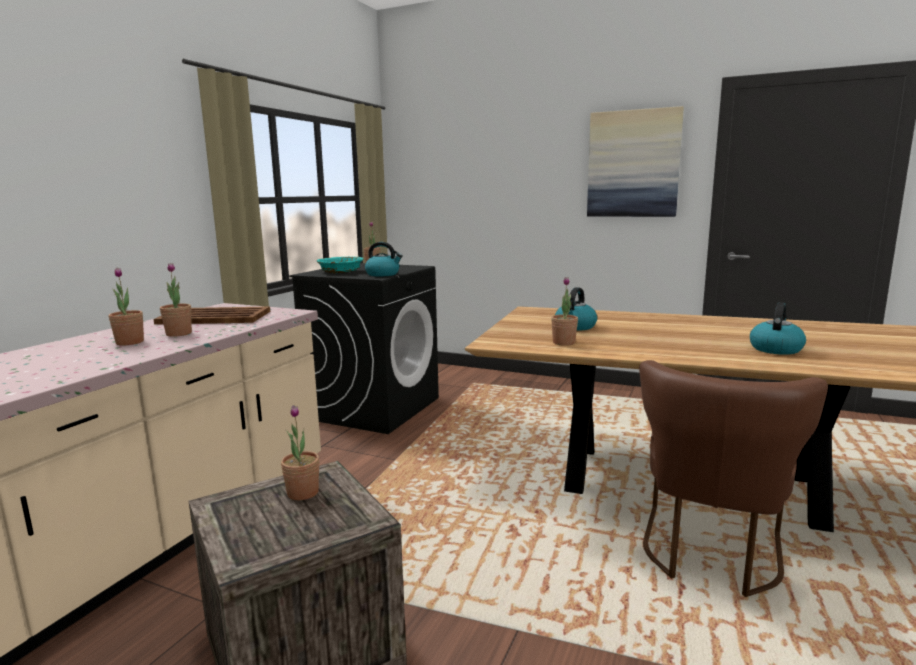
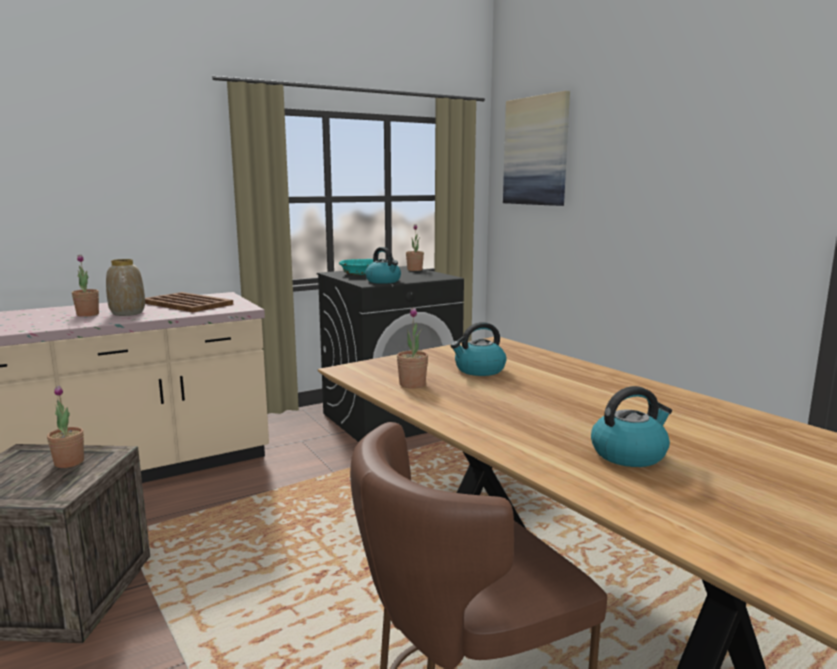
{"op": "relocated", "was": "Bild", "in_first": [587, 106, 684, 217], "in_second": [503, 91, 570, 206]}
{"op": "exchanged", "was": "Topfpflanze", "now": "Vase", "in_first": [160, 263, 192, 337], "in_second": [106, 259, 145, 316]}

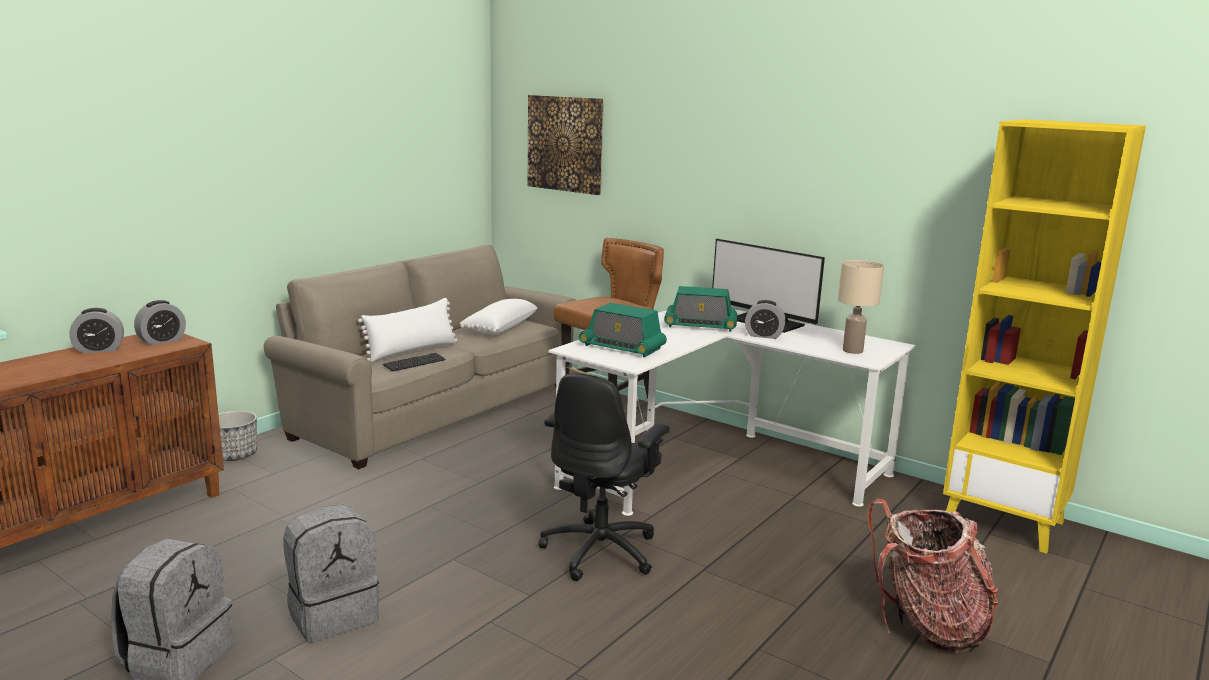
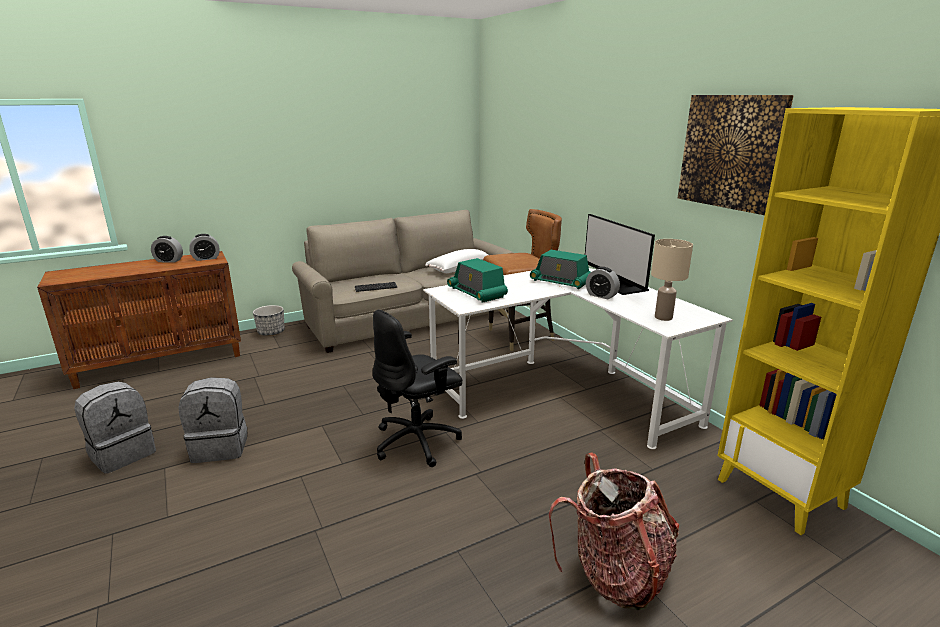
{"op": "missing", "was": "Kissen/weiß", "in_first": [358, 298, 458, 362]}
{"op": "relocated", "was": "Bild", "in_first": [528, 95, 604, 195], "in_second": [678, 95, 794, 215]}

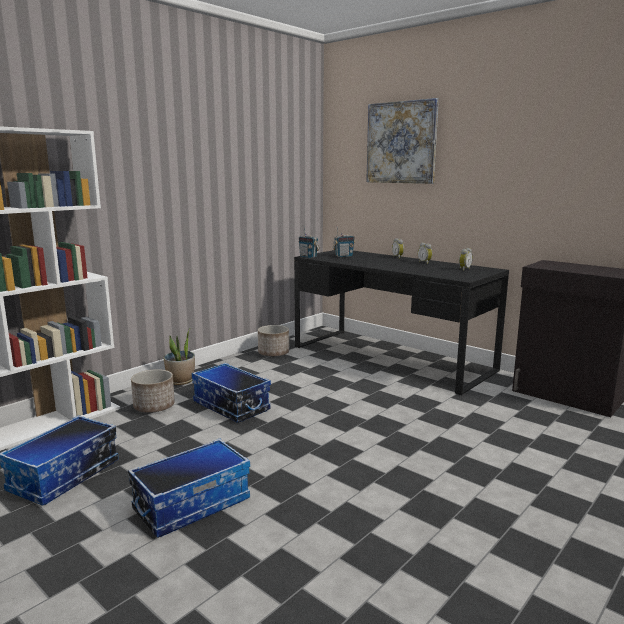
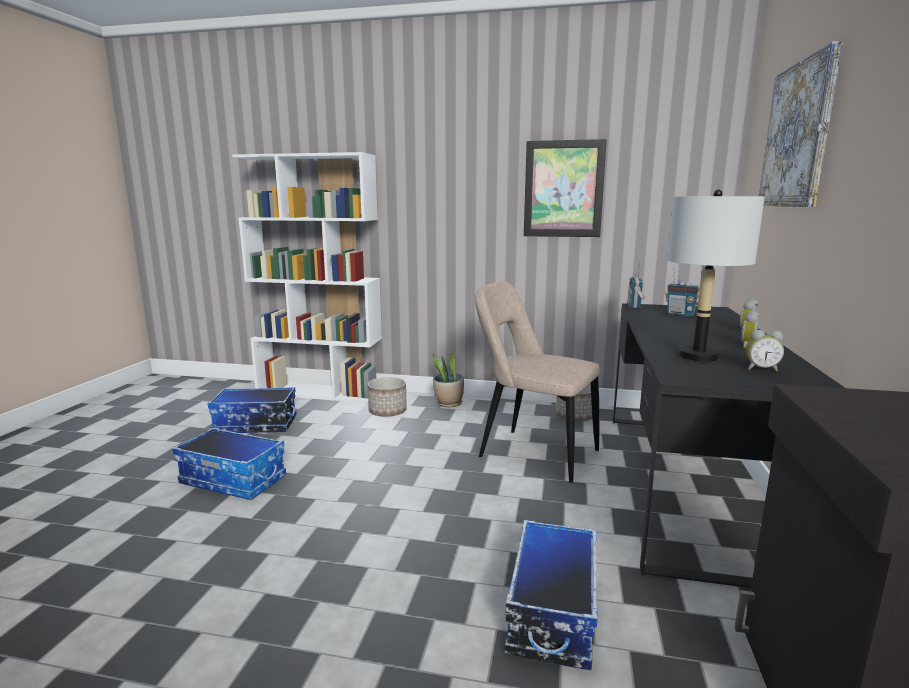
{"op": "appeared", "now": "Stuhl/beige", "in_second": [475, 282, 600, 483]}
{"op": "appeared", "now": "Bild", "in_second": [524, 139, 607, 237]}
{"op": "appeared", "now": "Tischlampe/grau", "in_second": [667, 189, 765, 362]}
{"op": "relocated", "was": "Aufbewahrungsbox", "in_first": [192, 363, 271, 422], "in_second": [505, 520, 598, 670]}

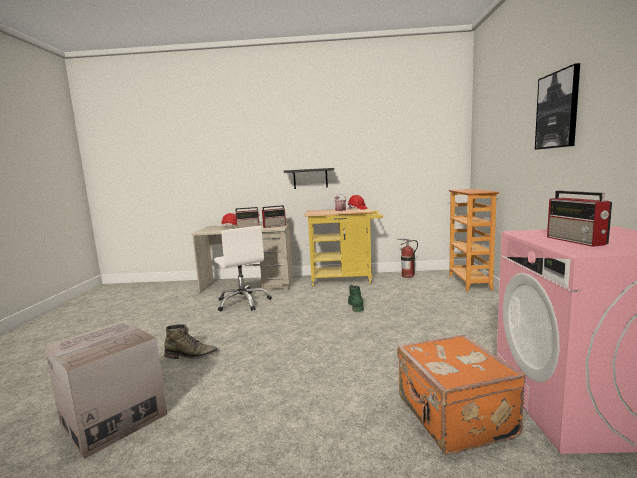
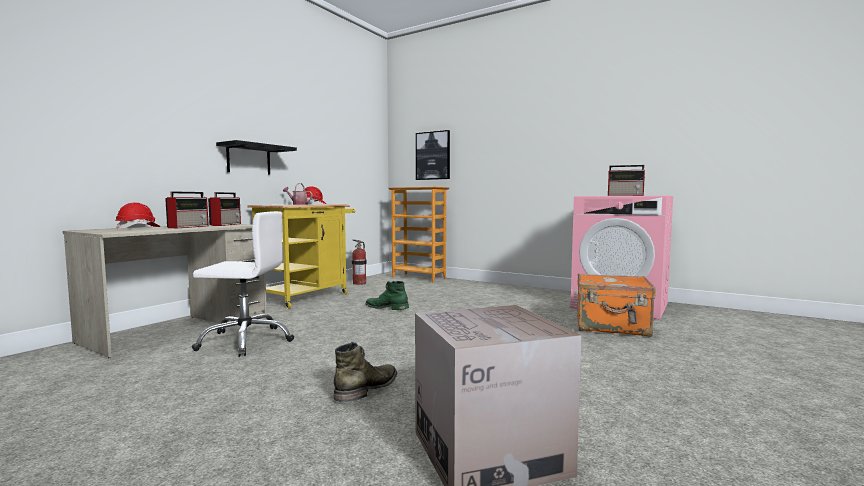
{"op": "relocated", "was": "Bild", "in_first": [535, 63, 580, 150], "in_second": [416, 130, 450, 180]}

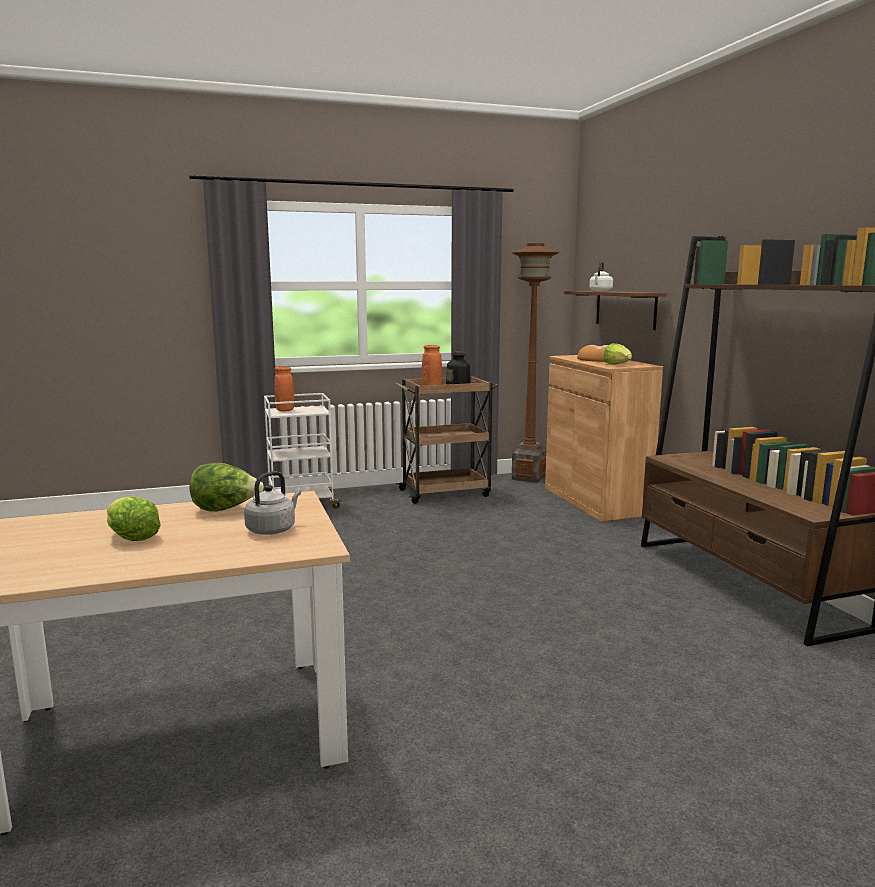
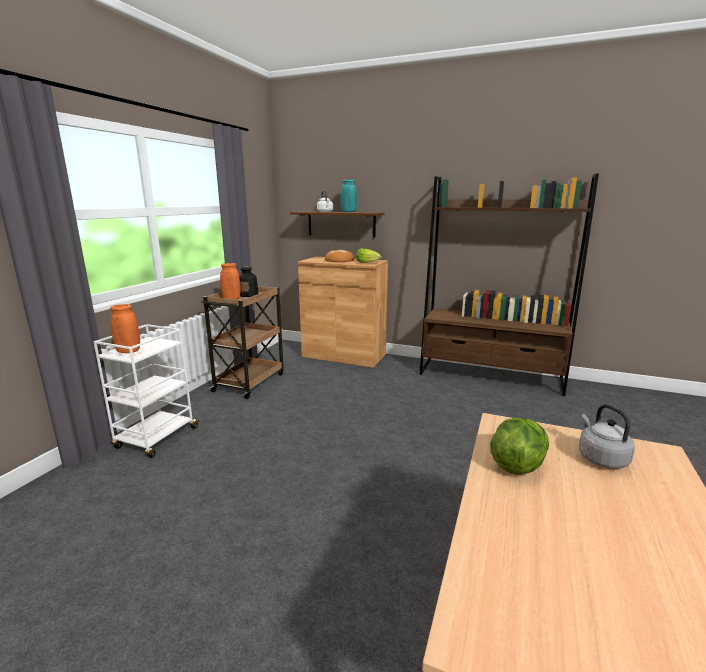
{"op": "missing", "was": "Salatkopf", "in_first": [107, 496, 161, 541]}
{"op": "missing", "was": "Stehlampe/braun", "in_first": [512, 243, 559, 483]}
{"op": "appeared", "now": "Vase/türkis", "in_second": [341, 180, 357, 212]}

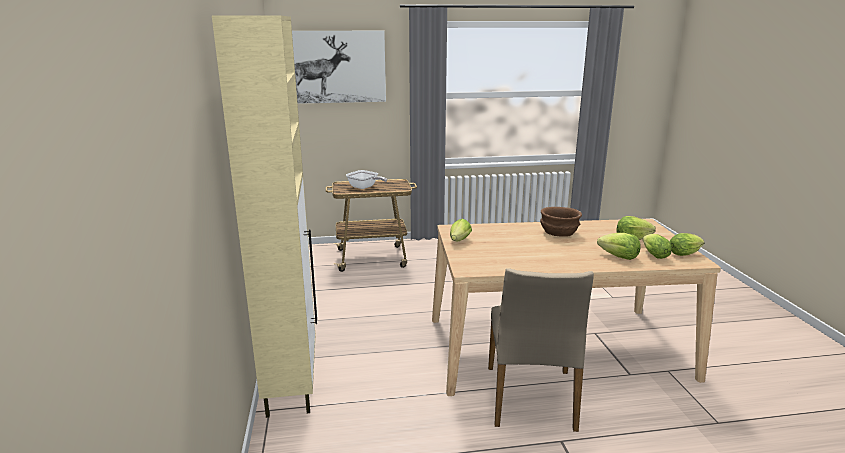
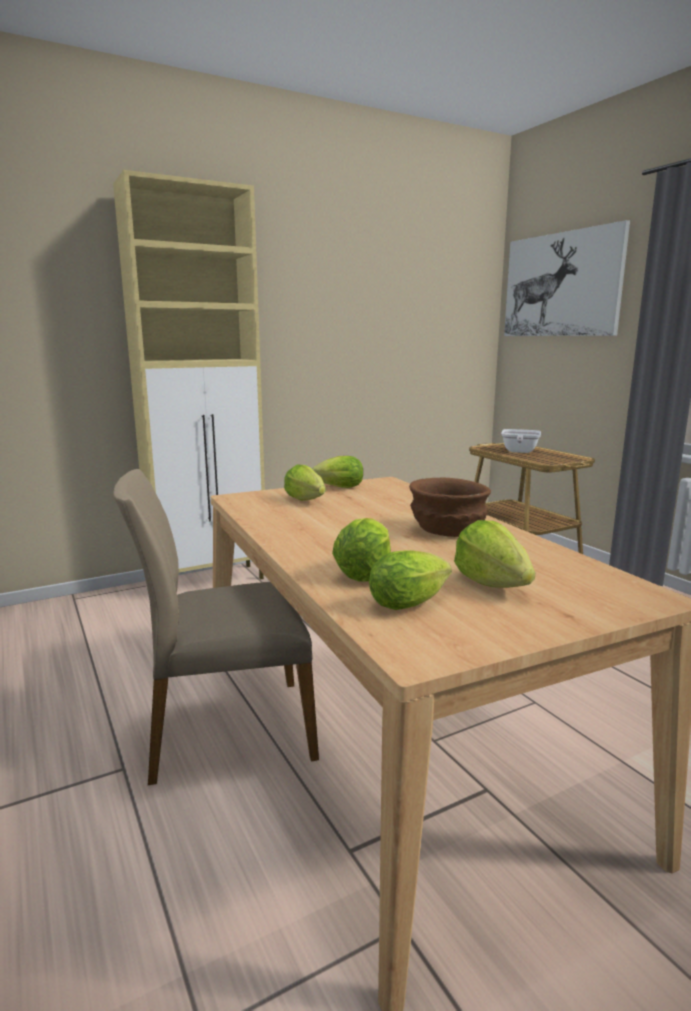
{"op": "relocated", "was": "Salatkopf", "in_first": [670, 233, 705, 256], "in_second": [284, 464, 326, 501]}

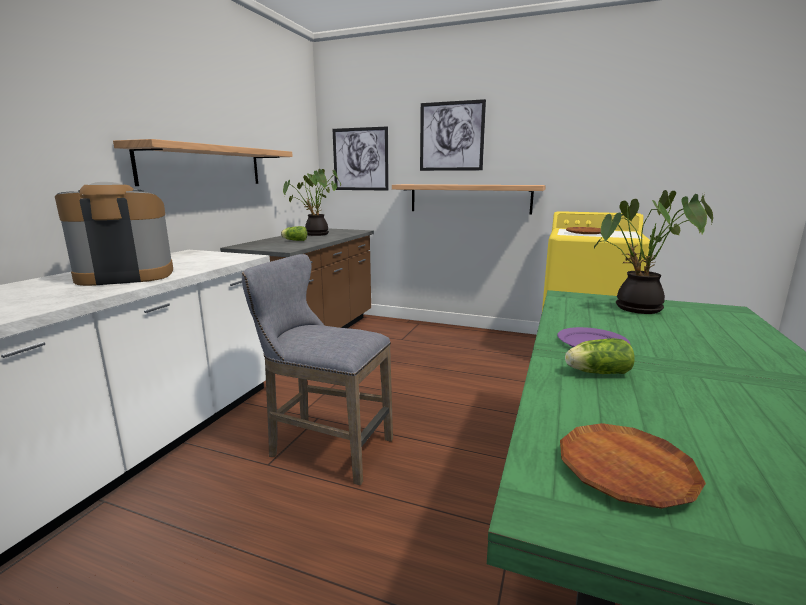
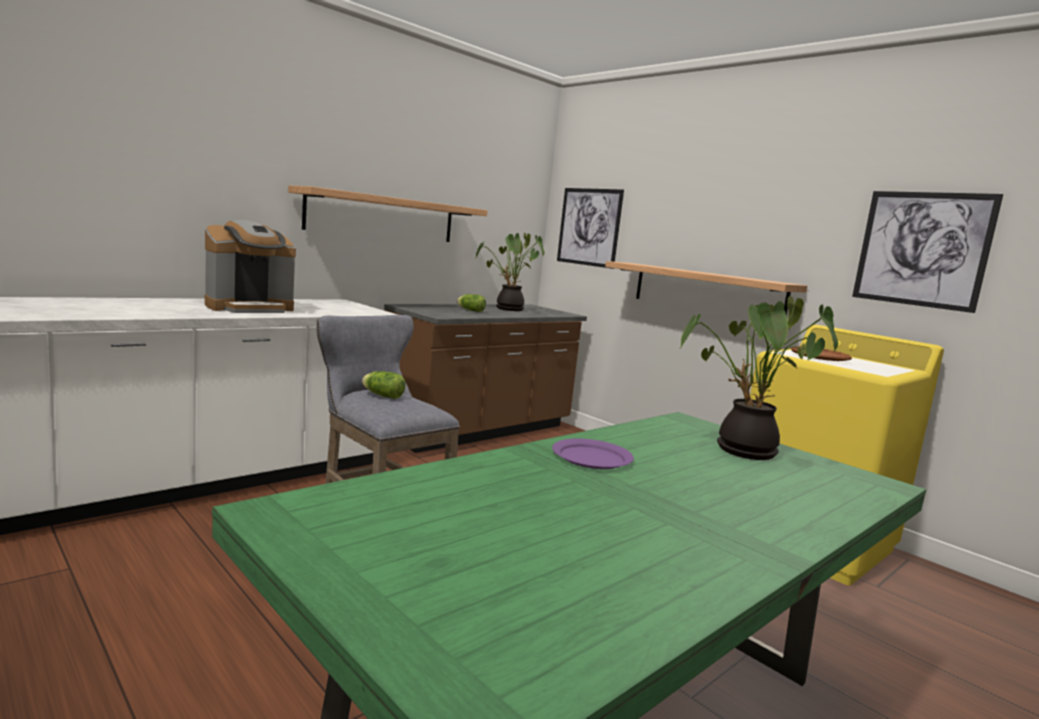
{"op": "missing", "was": "Teller/braun", "in_first": [560, 423, 706, 509]}
{"op": "relocated", "was": "Bild", "in_first": [420, 99, 486, 171], "in_second": [852, 191, 1003, 313]}
{"op": "relocated", "was": "Salatkopf", "in_first": [565, 338, 635, 374], "in_second": [362, 371, 406, 399]}
{"op": "spun", "was": "Kaffeemaschine", "in_first": [55, 182, 173, 286], "in_second": [205, 220, 296, 313], "clockwise": 135}

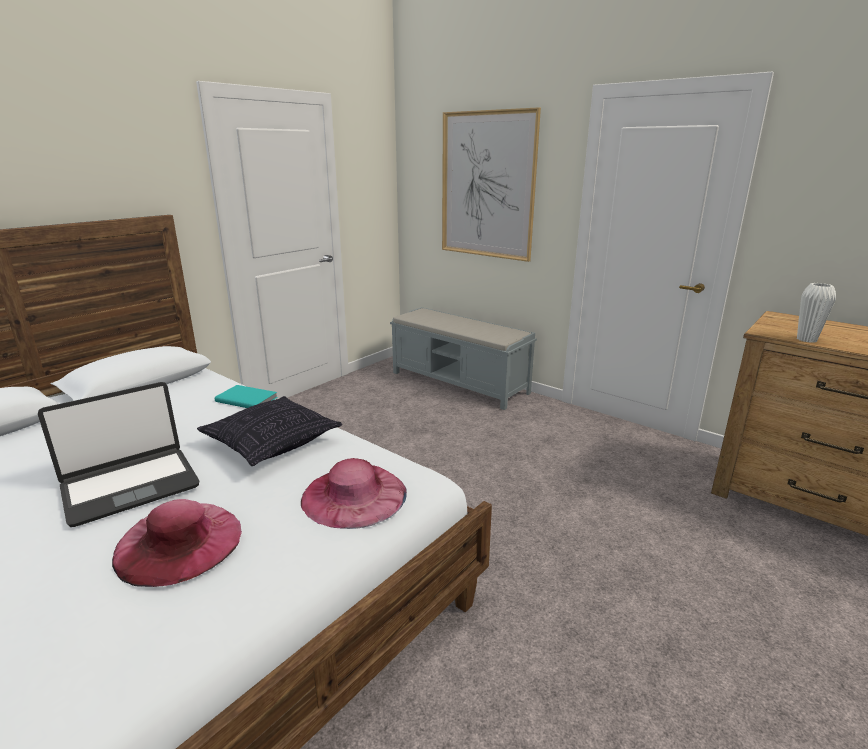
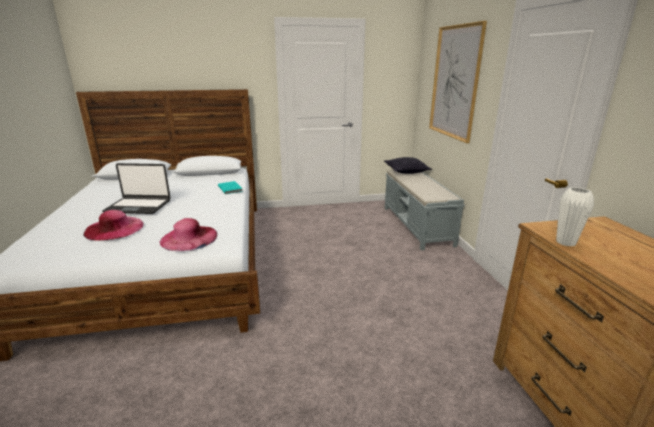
{"op": "relocated", "was": "Kissen", "in_first": [197, 396, 342, 466], "in_second": [384, 157, 432, 174]}

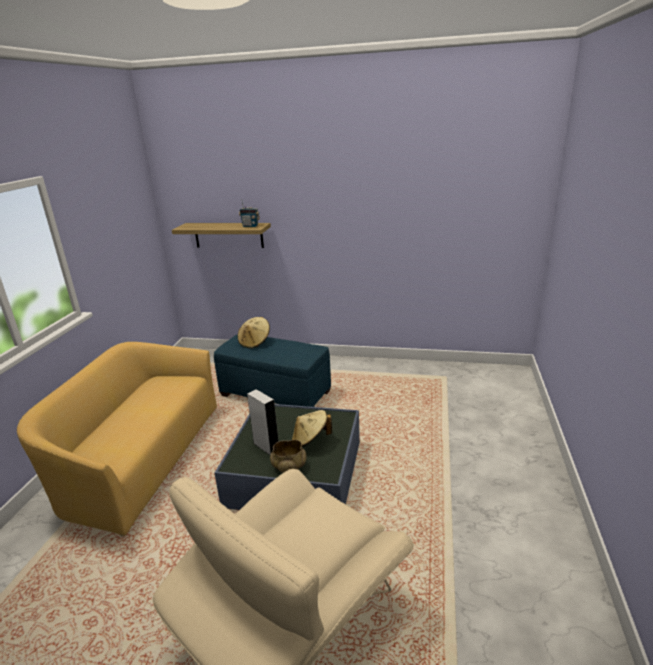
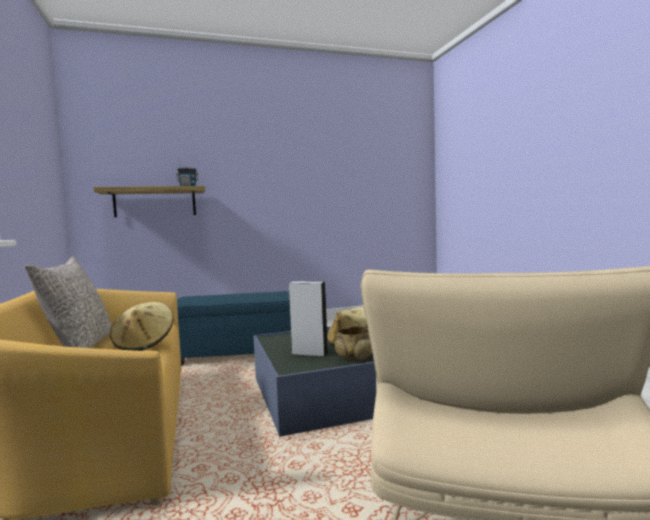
{"op": "appeared", "now": "Kissen/grau", "in_second": [25, 256, 112, 348]}
{"op": "relocated", "was": "Hut/beige", "in_first": [238, 317, 270, 349], "in_second": [110, 302, 173, 351]}

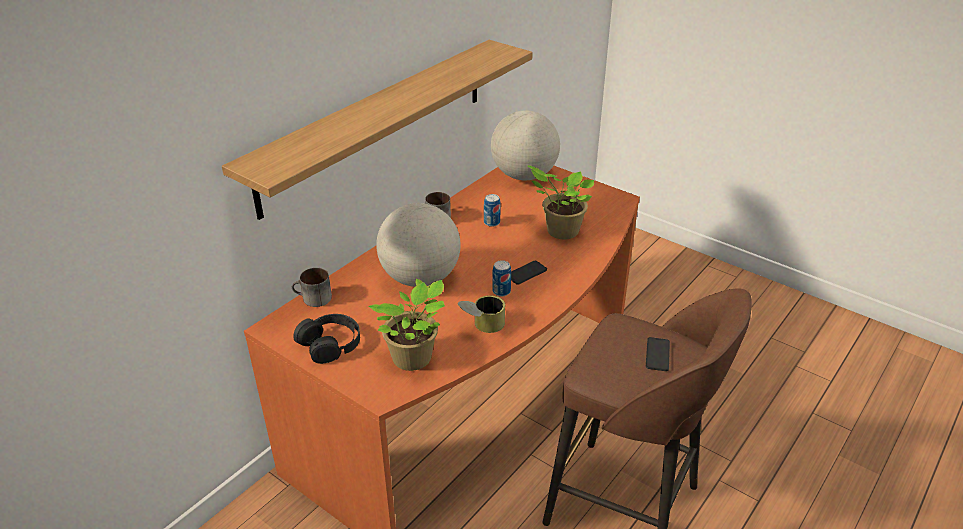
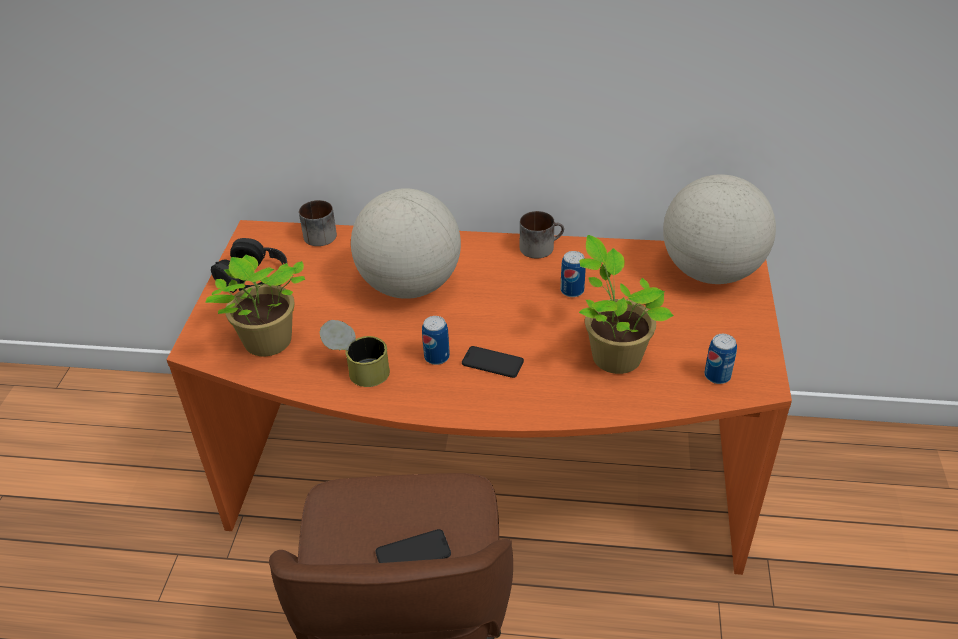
{"op": "missing", "was": "Wandregal", "in_first": [222, 40, 533, 220]}
{"op": "appeared", "now": "Dose", "in_second": [704, 334, 737, 384]}

